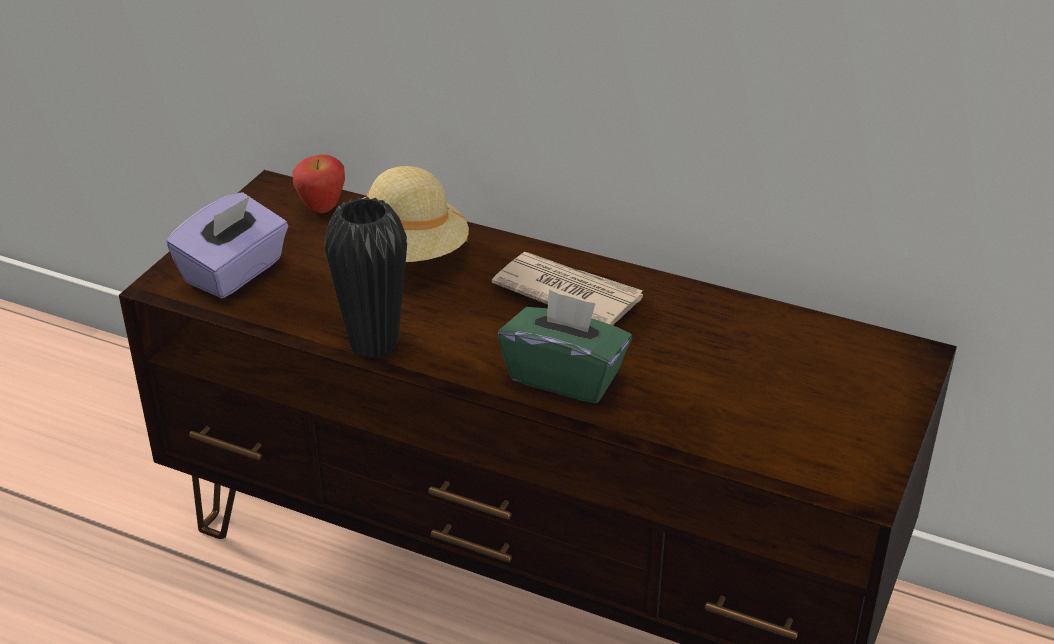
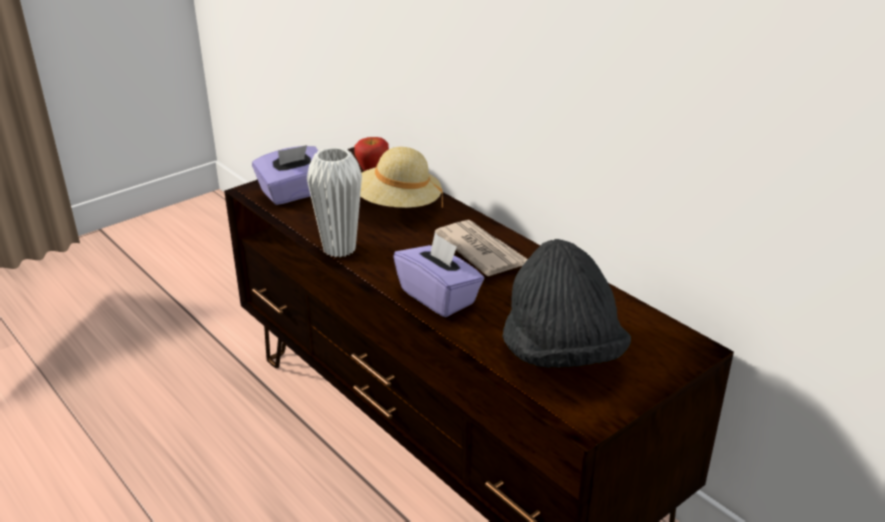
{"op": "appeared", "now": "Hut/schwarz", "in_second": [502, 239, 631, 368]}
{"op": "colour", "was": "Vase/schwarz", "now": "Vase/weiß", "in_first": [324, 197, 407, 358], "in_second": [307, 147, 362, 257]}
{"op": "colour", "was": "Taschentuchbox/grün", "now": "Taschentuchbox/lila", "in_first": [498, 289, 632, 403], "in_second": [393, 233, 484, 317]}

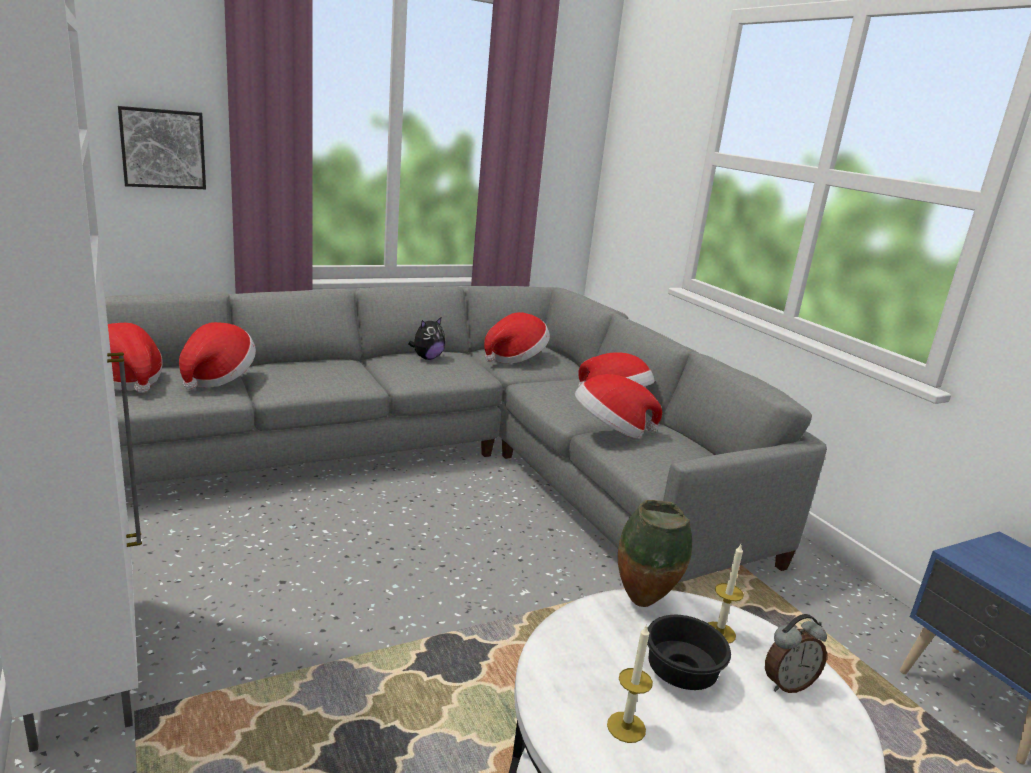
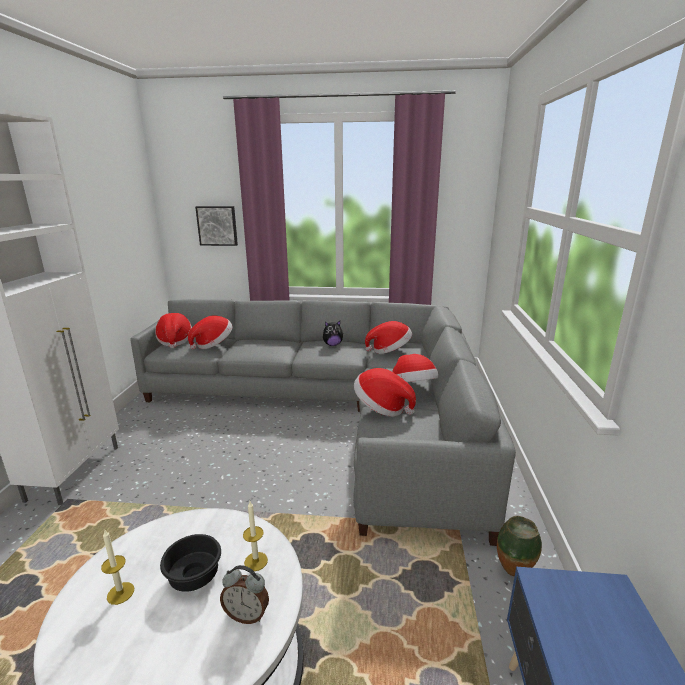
{"op": "relocated", "was": "Vase", "in_first": [618, 500, 692, 607], "in_second": [497, 516, 542, 576]}

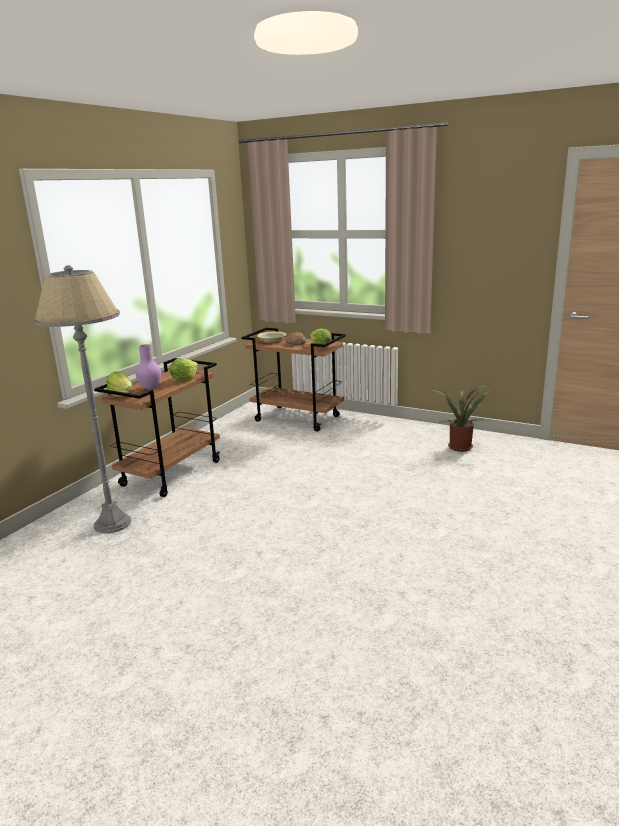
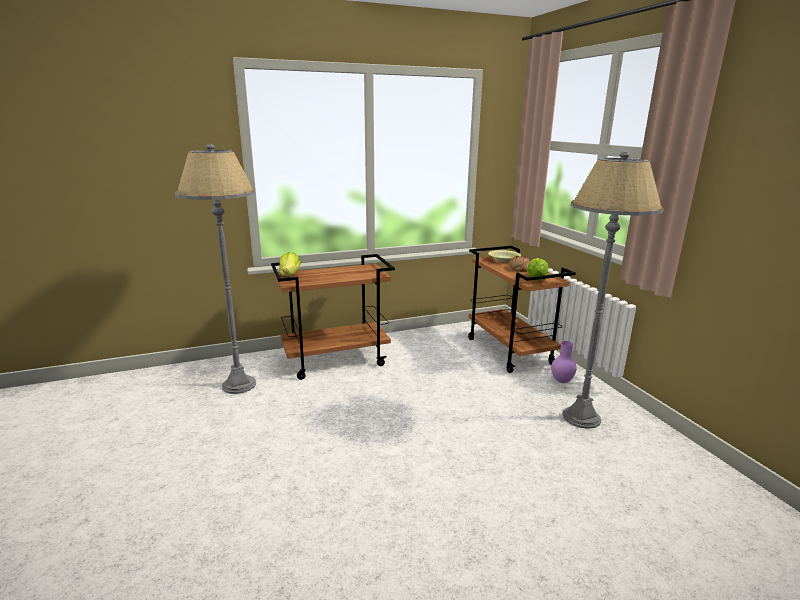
{"op": "missing", "was": "Salatkopf", "in_first": [170, 358, 198, 380]}
{"op": "missing", "was": "Topfpflanze", "in_first": [431, 385, 492, 452]}
{"op": "appeared", "now": "Stehlampe/grau", "in_second": [563, 151, 664, 429]}
{"op": "relocated", "was": "Vase/lila", "in_first": [135, 344, 161, 390], "in_second": [551, 341, 577, 383]}

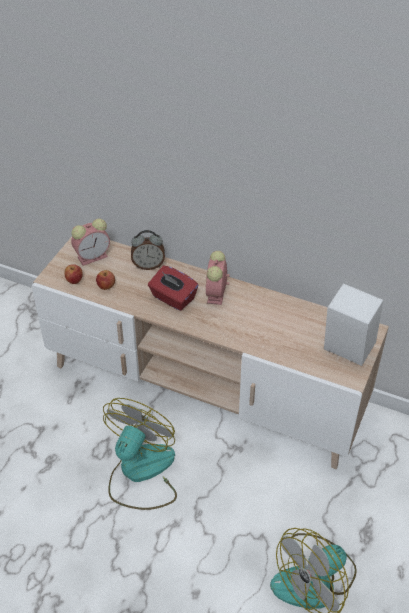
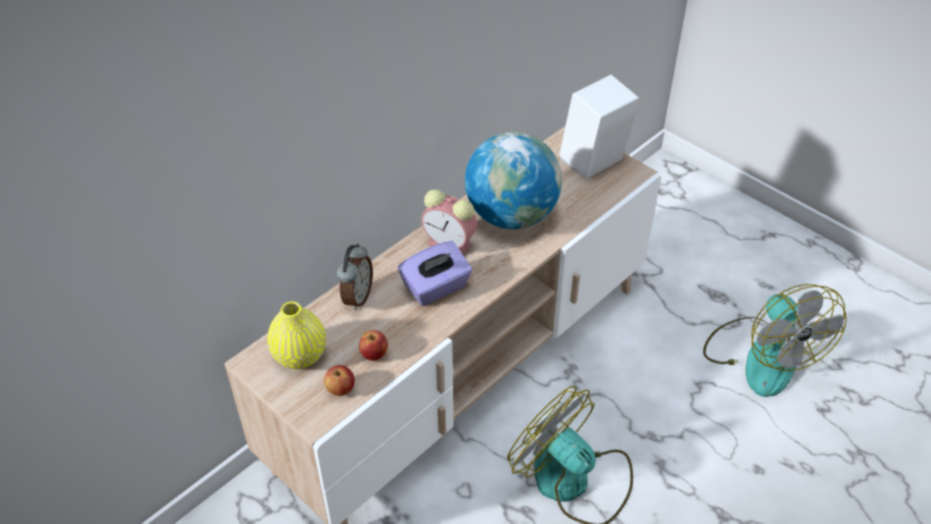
{"op": "appeared", "now": "Globus", "in_second": [465, 132, 562, 229]}
{"op": "exchanged", "was": "Wecker", "now": "Vase/gelb", "in_first": [71, 219, 110, 266], "in_second": [267, 301, 326, 369]}
{"op": "colour", "was": "Taschentuchbox/rot", "now": "Taschentuchbox/lila", "in_first": [148, 266, 198, 311], "in_second": [398, 241, 472, 306]}

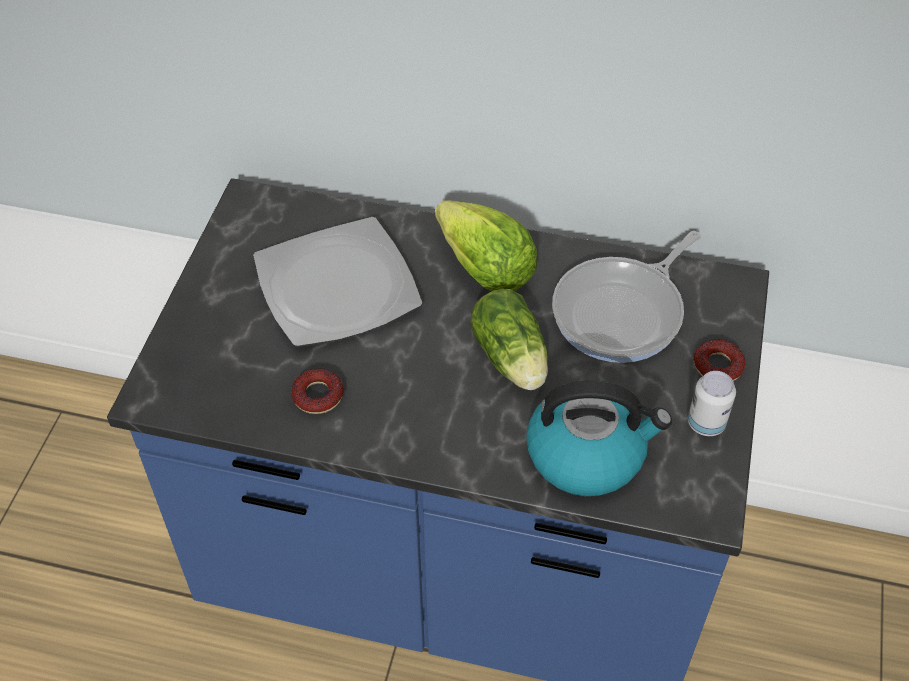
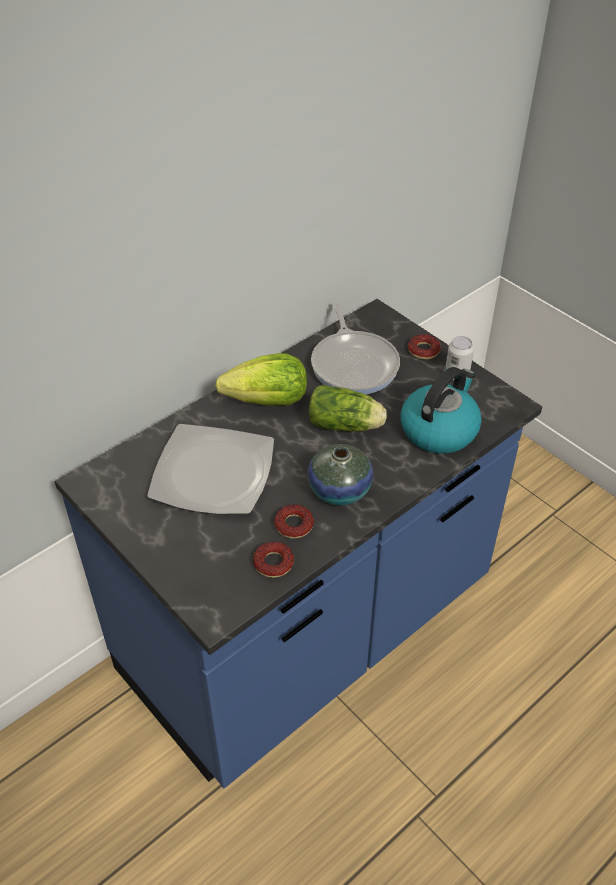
{"op": "appeared", "now": "Donut", "in_second": [253, 541, 294, 578]}
{"op": "appeared", "now": "Vase", "in_second": [308, 444, 373, 506]}

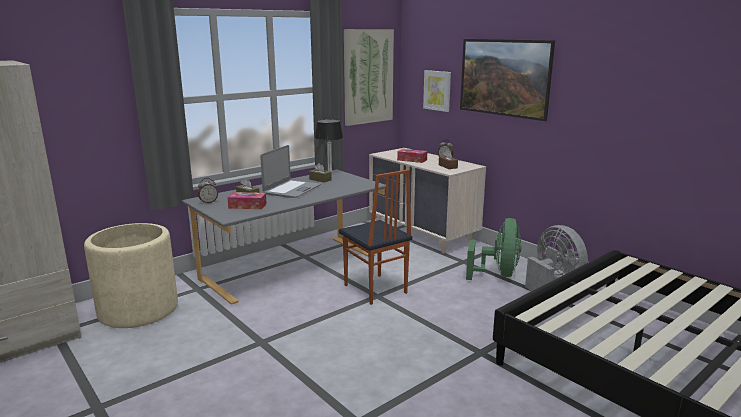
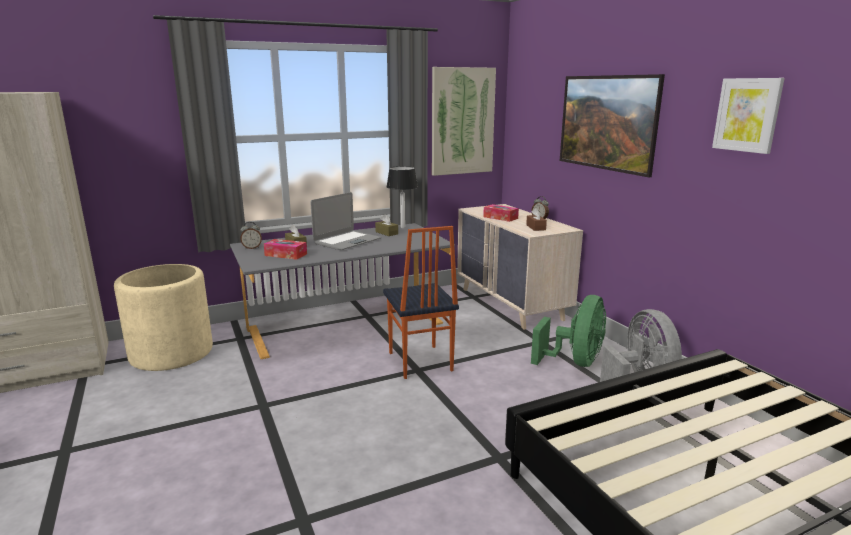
{"op": "relocated", "was": "Bild", "in_first": [423, 70, 451, 112], "in_second": [712, 78, 785, 154]}

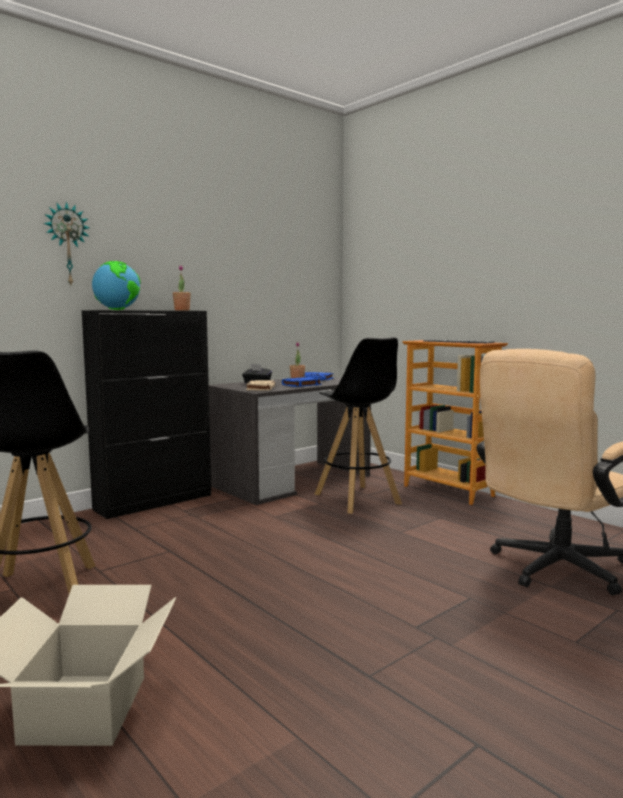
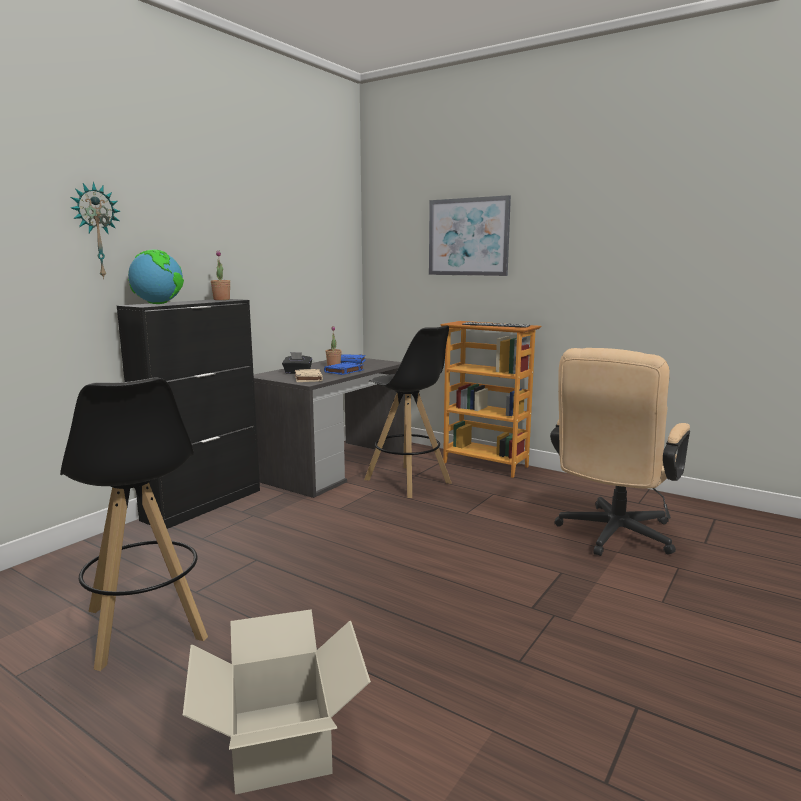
{"op": "appeared", "now": "Bild", "in_second": [429, 195, 511, 276]}

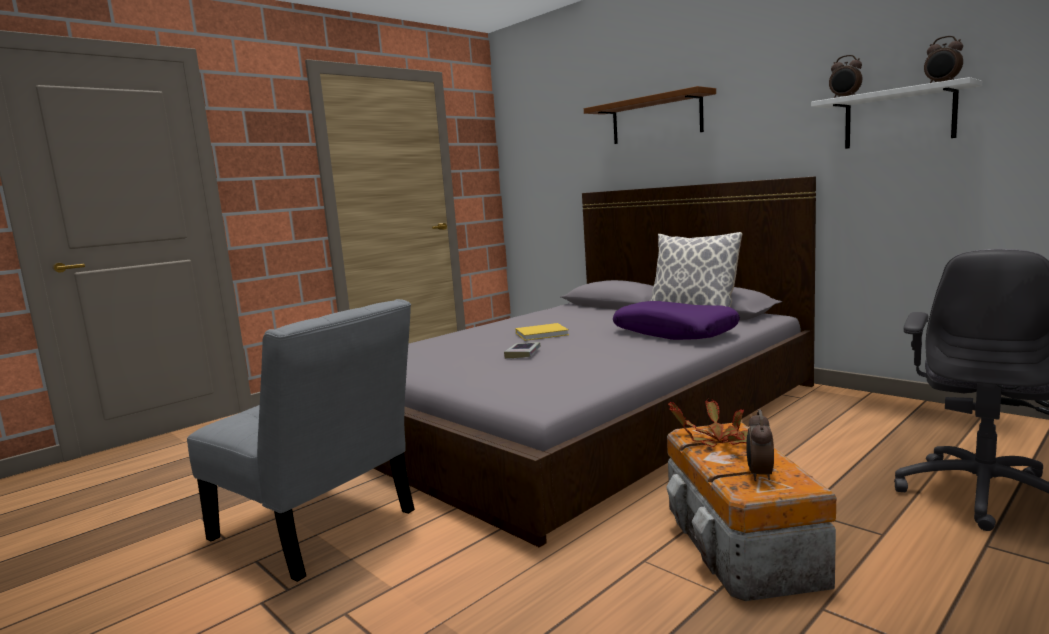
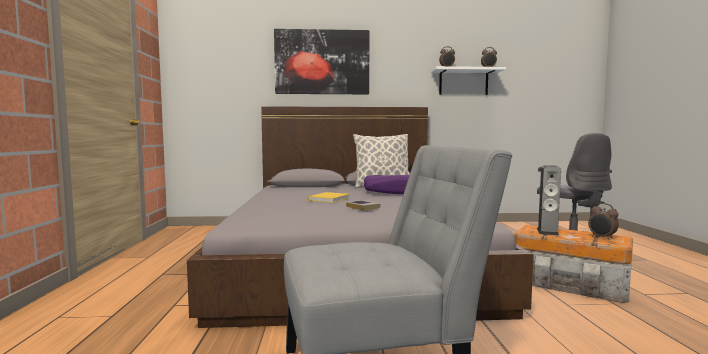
{"op": "exchanged", "was": "Wandregal/braun", "now": "Bild", "in_first": [584, 86, 716, 144], "in_second": [274, 29, 369, 94]}
{"op": "exchanged", "was": "Topfpflanze", "now": "Lautsprecher", "in_first": [668, 400, 748, 447], "in_second": [537, 165, 561, 236]}

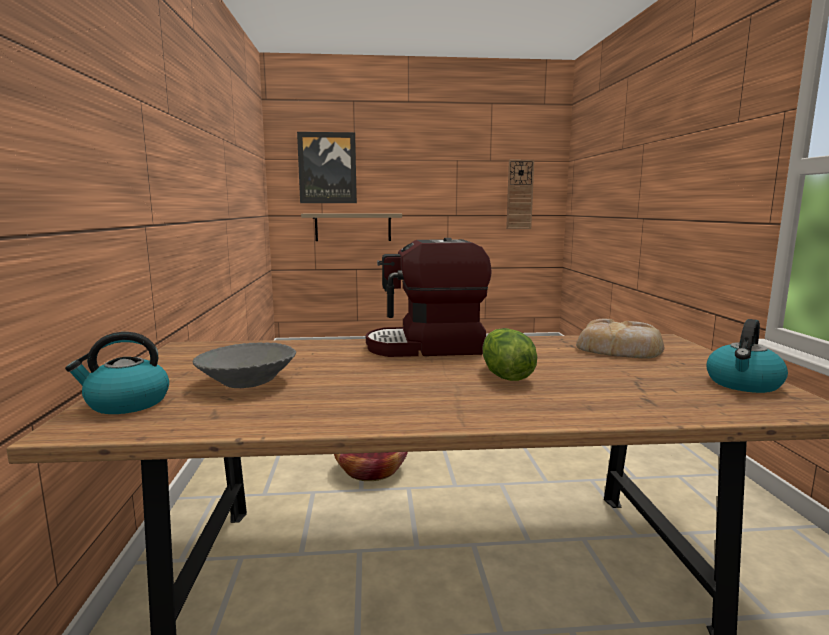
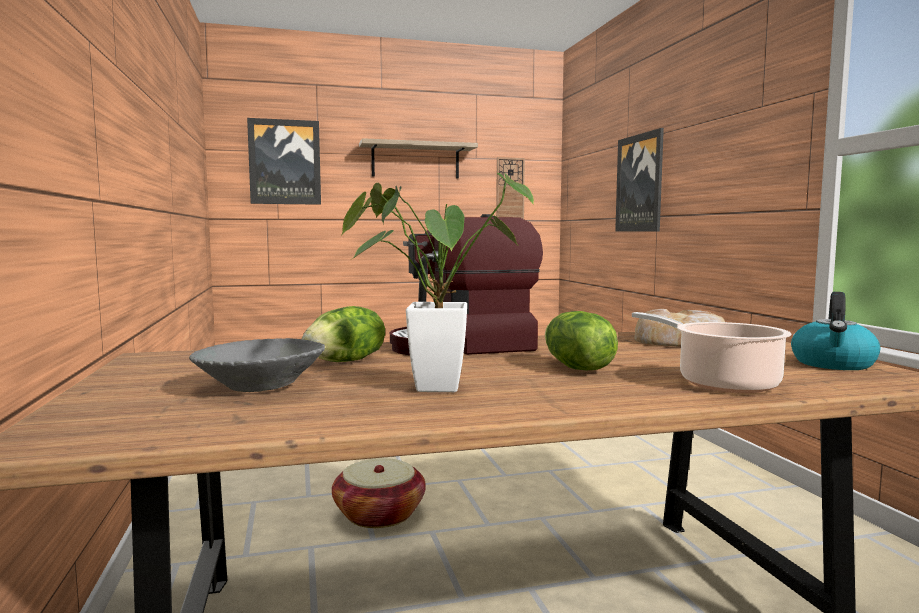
{"op": "missing", "was": "Wasserkessel", "in_first": [65, 332, 169, 414]}
{"op": "appeared", "now": "Salatkopf", "in_second": [302, 306, 385, 362]}
{"op": "appeared", "now": "Topfpflanze", "in_second": [341, 173, 534, 392]}
{"op": "appeared", "now": "Bild", "in_second": [615, 128, 664, 232]}
{"op": "appeared", "now": "Kochtopf", "in_second": [632, 312, 792, 393]}
{"op": "relocated", "was": "Wandregal", "in_first": [301, 213, 402, 241], "in_second": [359, 138, 478, 179]}

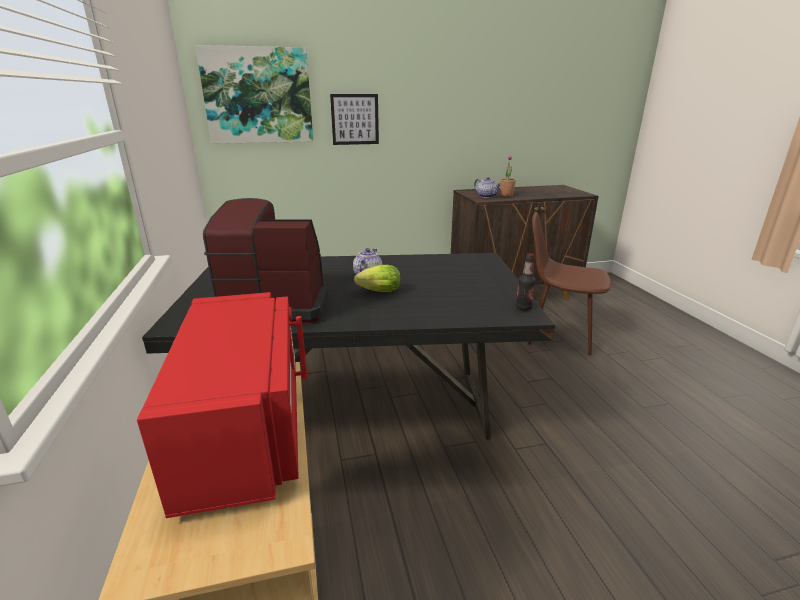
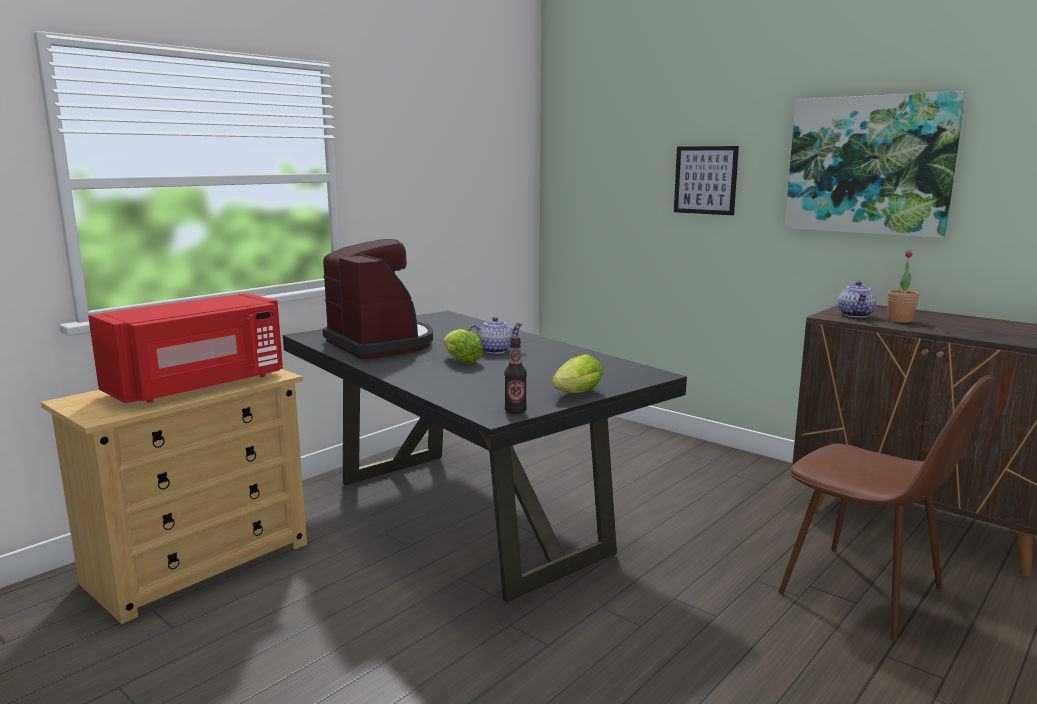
{"op": "appeared", "now": "Salatkopf", "in_second": [552, 354, 603, 393]}
{"op": "relocated", "was": "Bild", "in_first": [195, 45, 313, 144], "in_second": [785, 91, 966, 238]}
{"op": "spun", "was": "Stuhl/braun", "in_first": [528, 211, 611, 355], "in_second": [779, 375, 994, 641], "clockwise": 150}

